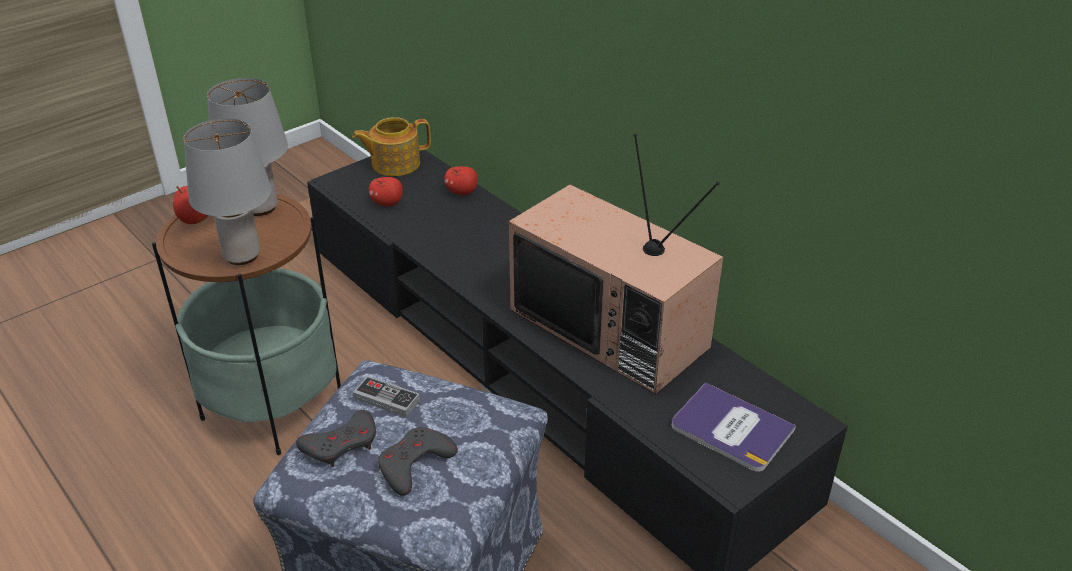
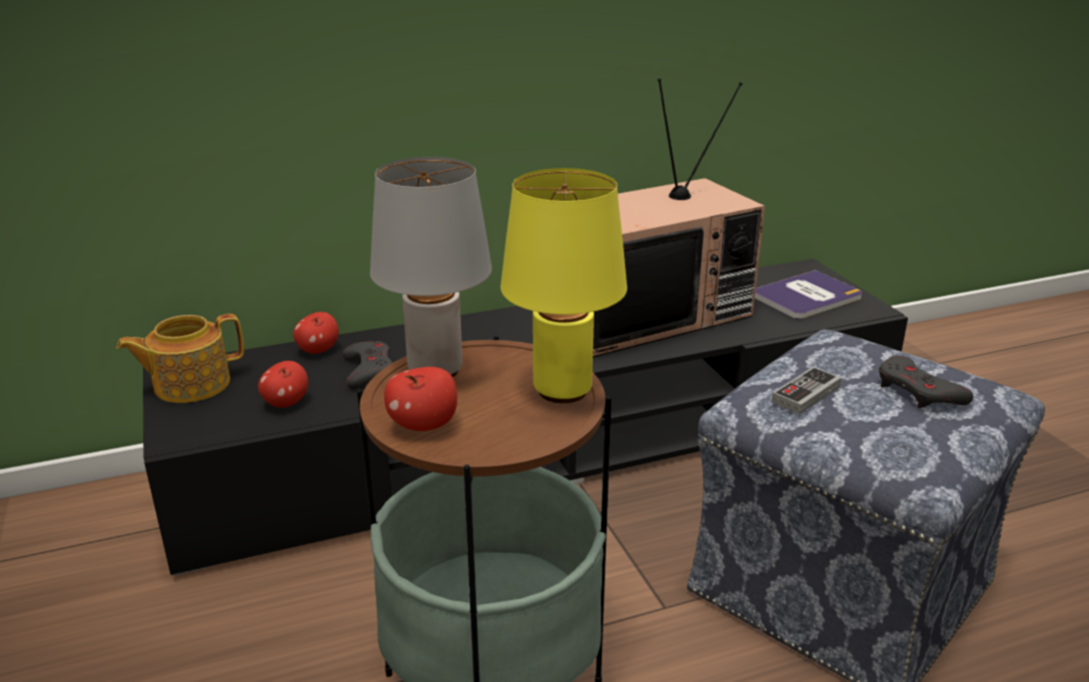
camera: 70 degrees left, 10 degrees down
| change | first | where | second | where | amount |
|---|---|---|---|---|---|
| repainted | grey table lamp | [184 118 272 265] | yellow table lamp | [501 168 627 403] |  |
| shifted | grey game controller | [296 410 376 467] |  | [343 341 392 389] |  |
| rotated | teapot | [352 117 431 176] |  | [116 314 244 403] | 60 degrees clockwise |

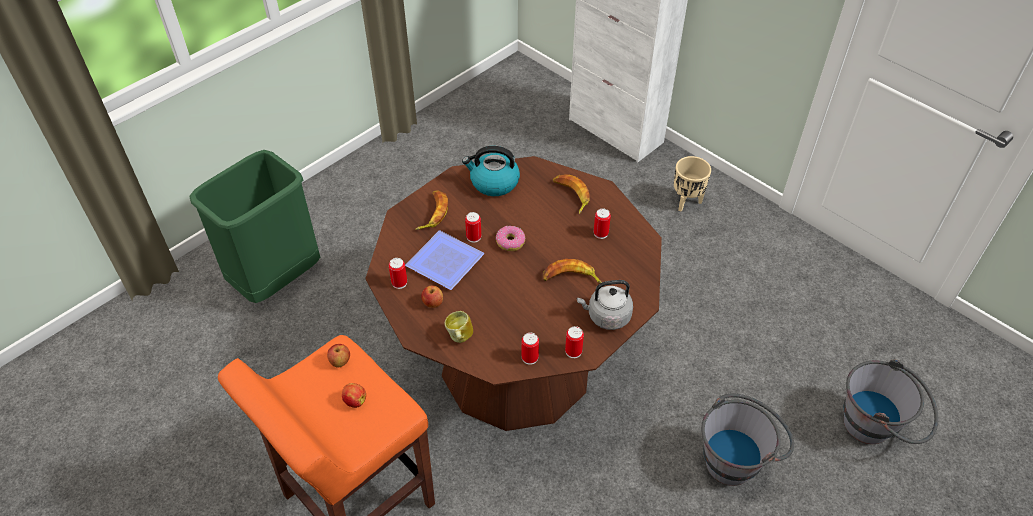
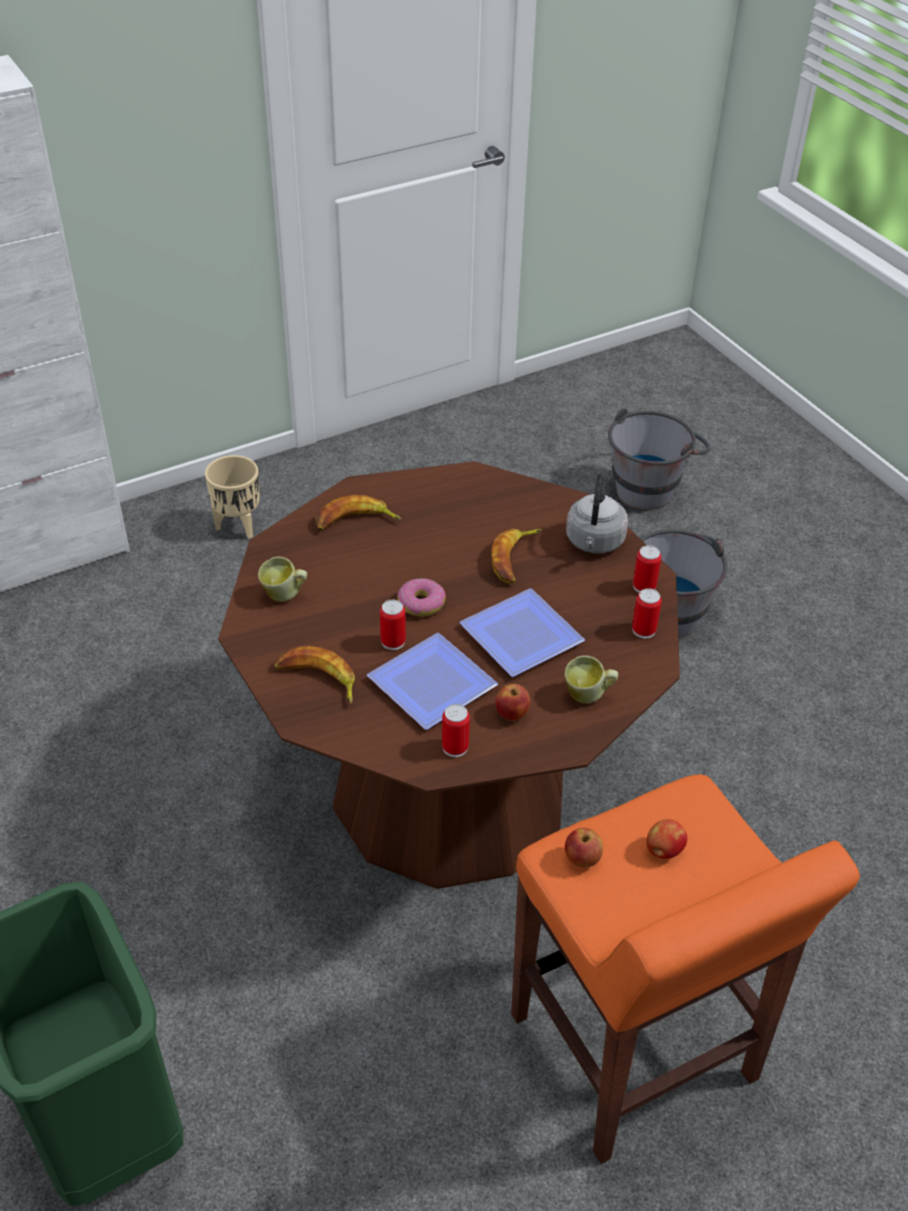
camera: 75 degrees left, 5 degrees down
| change | first | where | second | where | amount |
|---|---|---|---|---|---|
| swapped | kettle | [462 146 520 196] | mug | [258 557 307 602] |  |
| gone | can | [594 208 611 239] |  |  |  |
| new |  |  | plate | [459 588 585 677] |  |

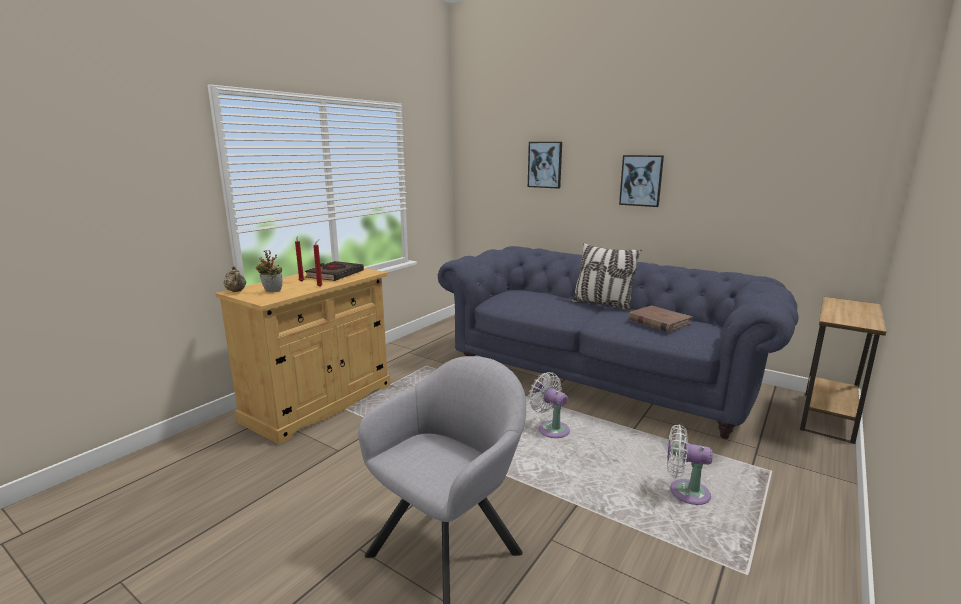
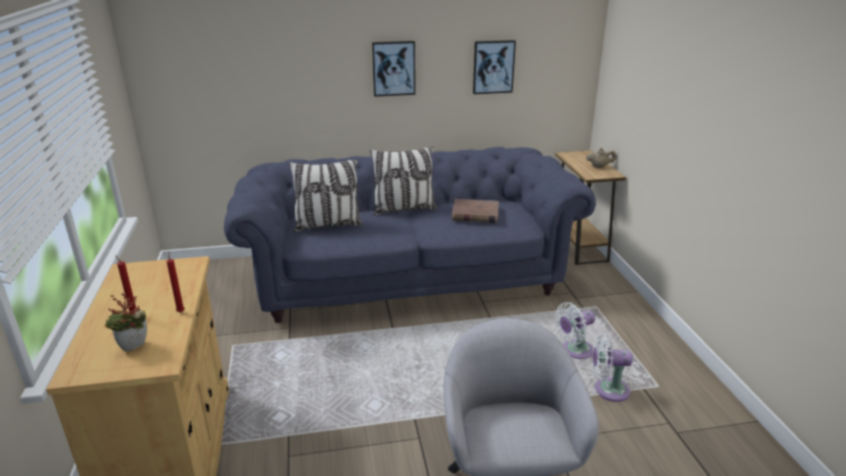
camera: 45 degrees left, 10 degrees up
| change | first | where | second | where | amount |
|---|---|---|---|---|---|
| shifted | beige teapot | [224 266 246 292] |  | [586 148 616 168] |  |
| gone | black book | [305 261 364 281] |  |  |  |
| shifted | picture | [528 142 562 189] |  | [473 40 516 94] |  |
| shifted | white fan | [528 372 570 438] |  | [592 333 633 402] |  |
| new |  |  | pillow | [289 159 363 232] |  |

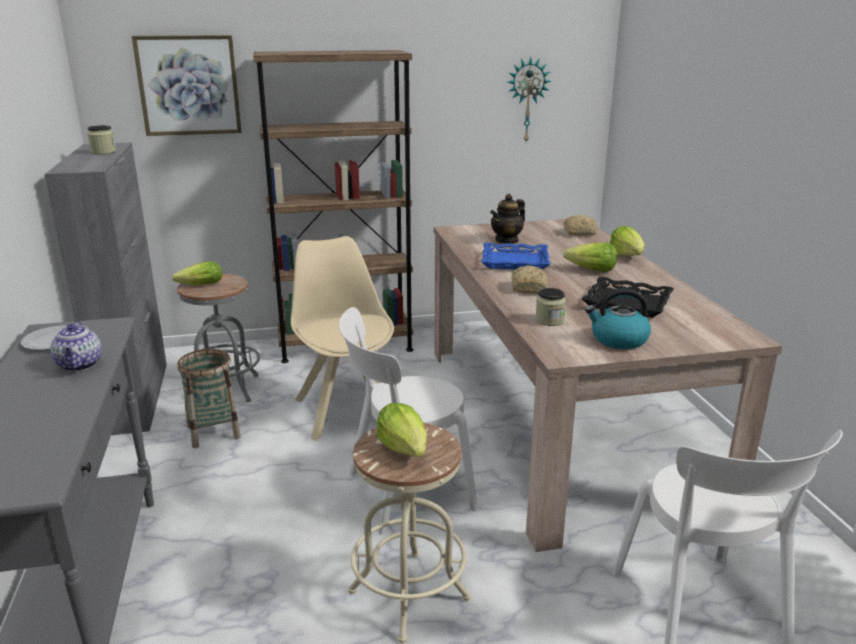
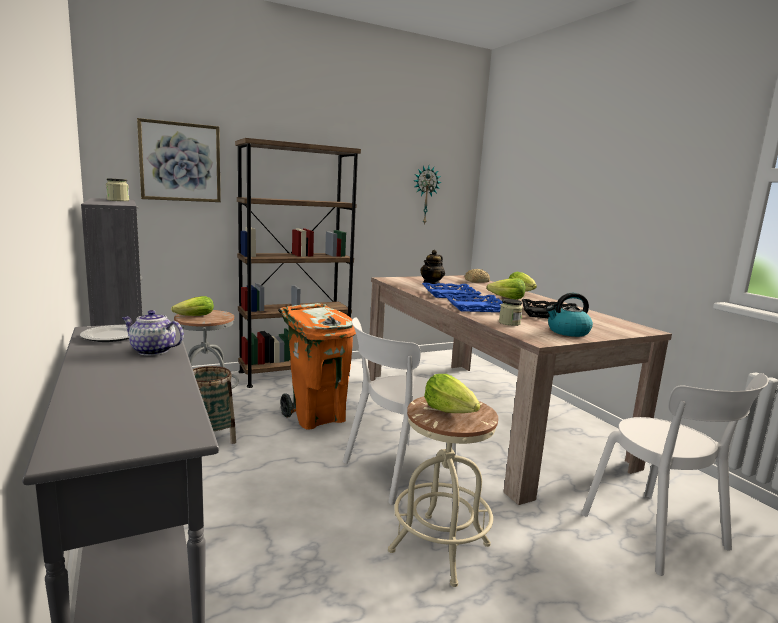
camera: 15 degrees left, 10 degrees down
| change | first | where | second | where | amount |
|---|---|---|---|---|---|
| rotated | teapot | [50 321 102 371] |  | [122 310 184 356] | 135 degrees clockwise |
| swapped | beige chair | [291 236 394 441] | orange trash can | [278 303 356 430] |  |
| swapped | bread | [512 265 548 293] | blue tray | [444 294 503 312] |  |

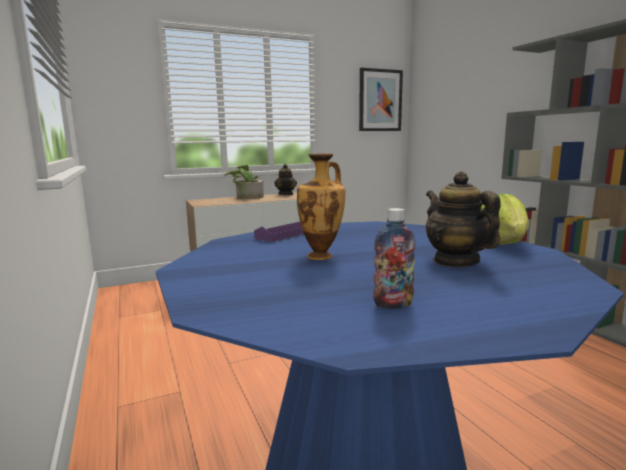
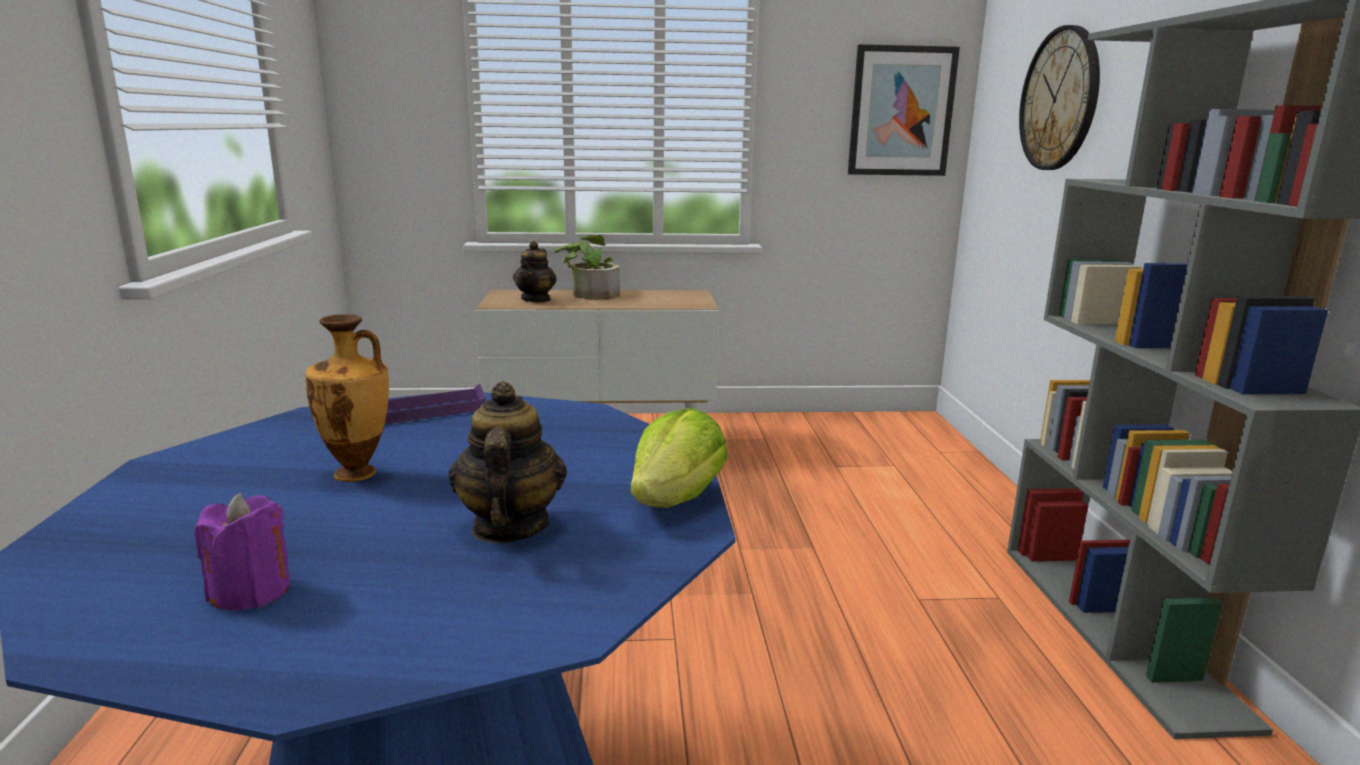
camera: 20 degrees right, 5 degrees up
| change | first | where | second | where | amount |
|---|---|---|---|---|---|
| shifted | teapot | [274 164 297 195] |  | [513 241 557 302] |  |
| swapped | bottle | [373 208 416 309] | purple candle | [194 493 290 610] |  |
| new |  |  | wall clock | [1019 25 1100 170] |  |

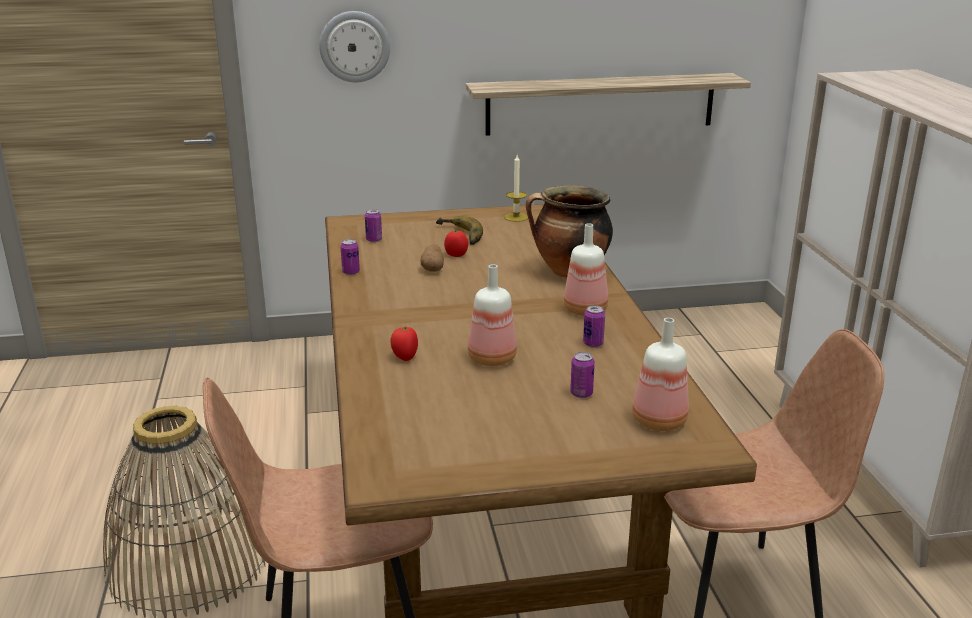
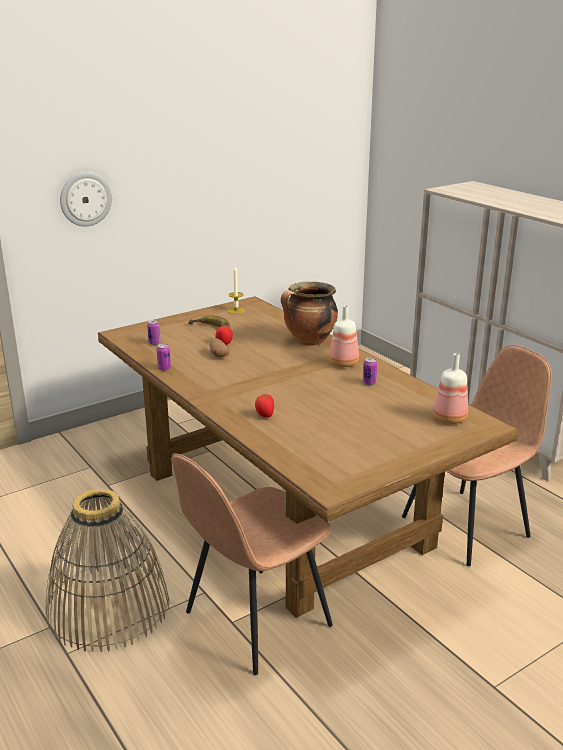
camera: 25 degrees left, 0 degrees up
| change | first | where | second | where | amount |
|---|---|---|---|---|---|
| gone | shelf | [466 73 751 136] |  |  |  |
| gone | bottle | [468 264 517 366] |  |  |  |
| gone | can | [570 352 595 398] |  |  |  |

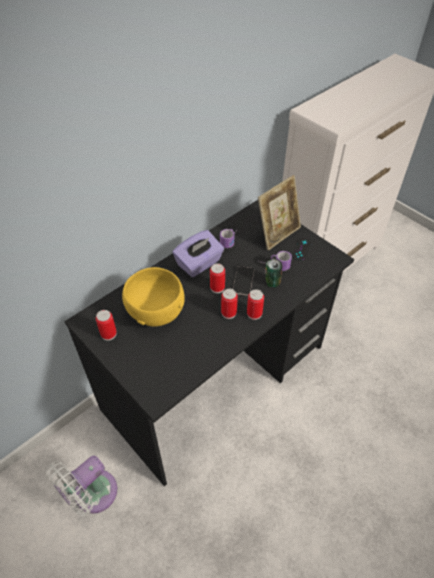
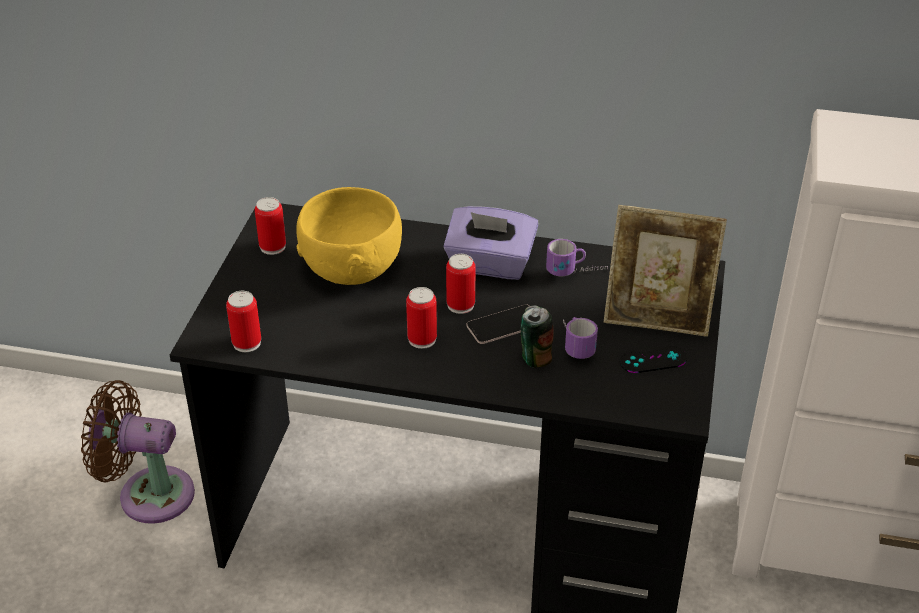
camera: 55 degrees right, 10 degrees down
| change | first | where | second | where | amount |
|---|---|---|---|---|---|
| repainted | white fan | [46 455 117 516] | brown fan | [81 380 195 524] |  |
| shifted | can | [247 289 264 320] |  | [226 291 261 352] |  |

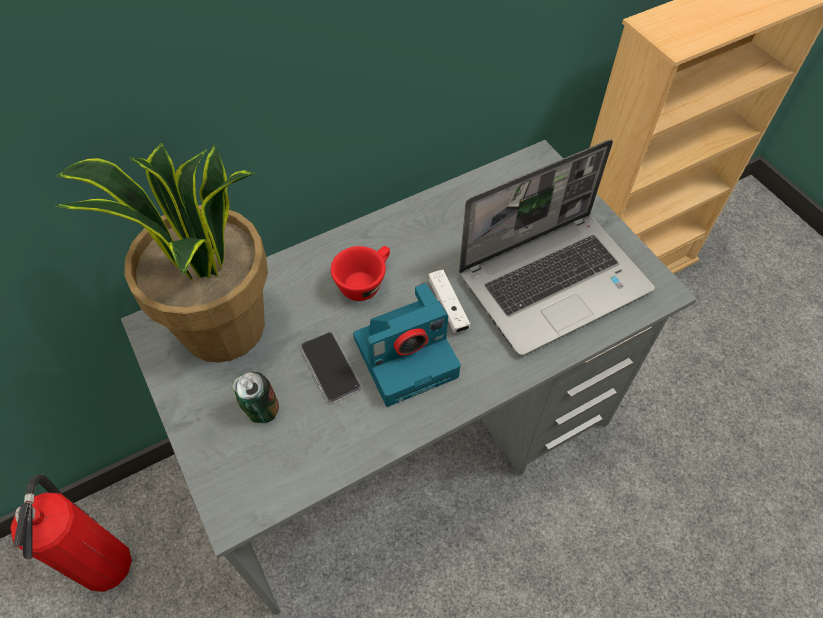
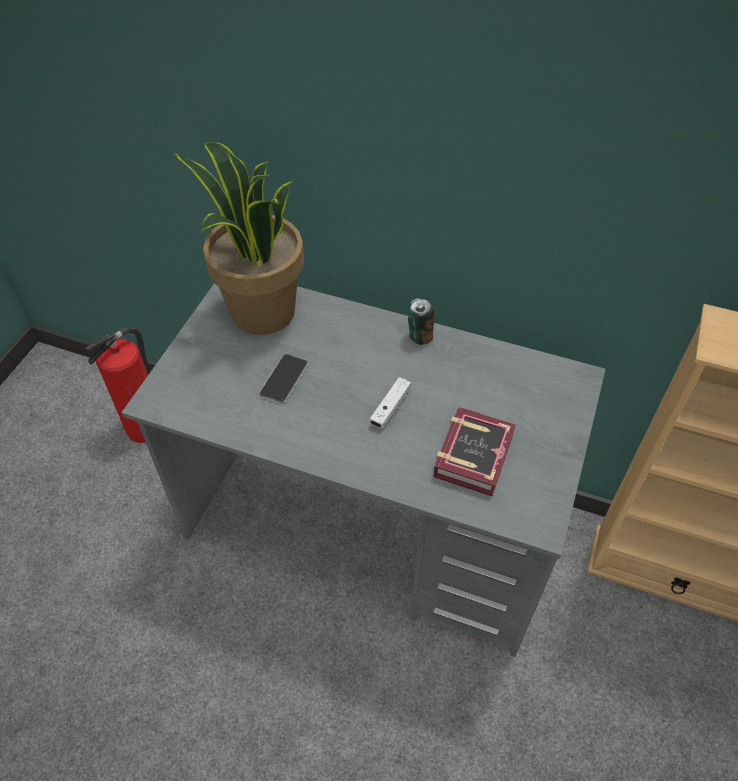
camera: 50 degrees right, 5 degrees down
| change | first | where | second | where | amount |
|---|---|---|---|---|---|
| shifted | can | [232 372 279 423] |  | [408 298 434 345] |  |
| gone | red cup | [331 246 390 301] |  |  |  |
| gone | photo camera | [353 283 461 407] |  |  |  |
| swapped | laptop | [459 139 655 356] | book | [433 407 516 496] |  |

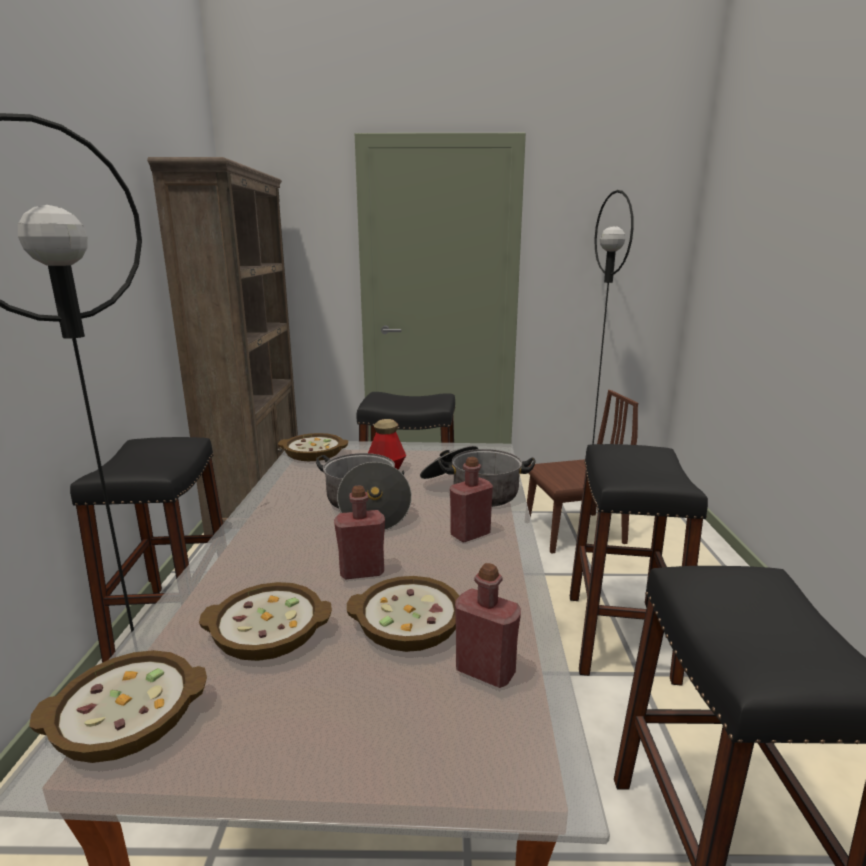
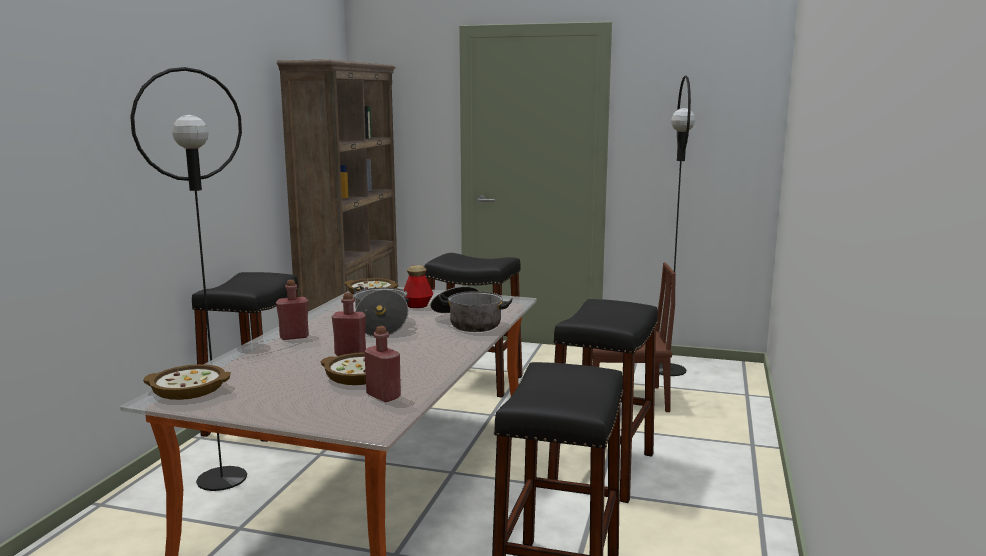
camera: 15 degrees right, 5 degrees down
| change | first | where | second | where | amount |
|---|---|---|---|---|---|
| gone | bowl | [199 582 332 661] |  |  |  |
| shifted | red bottle | [450 457 493 542] |  | [276 280 309 340] |  |

